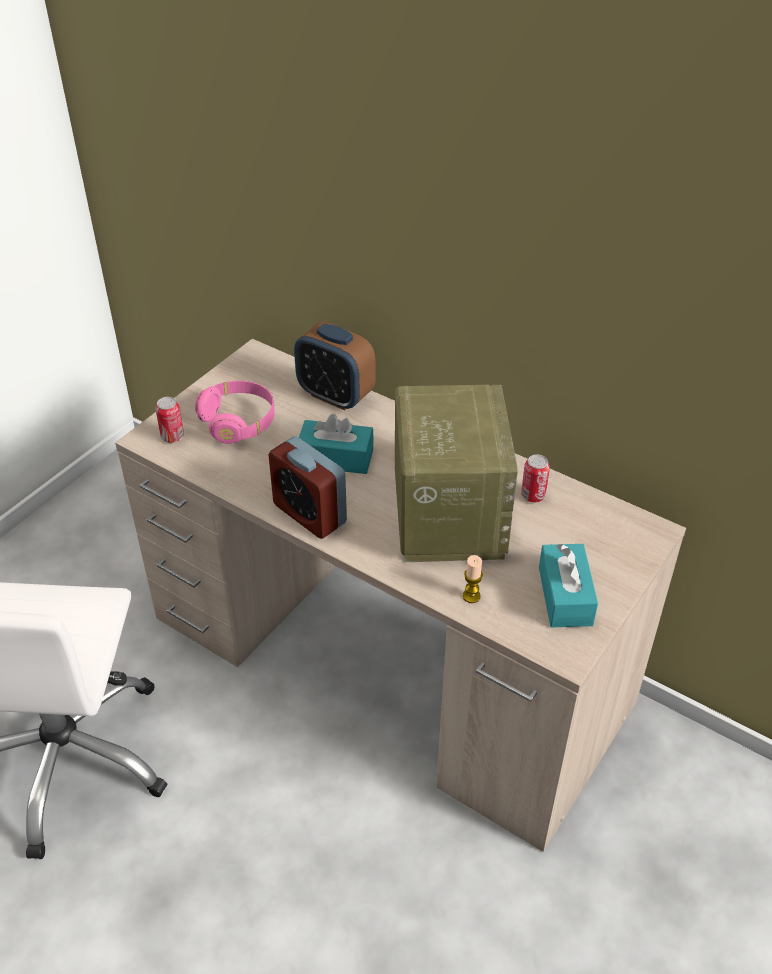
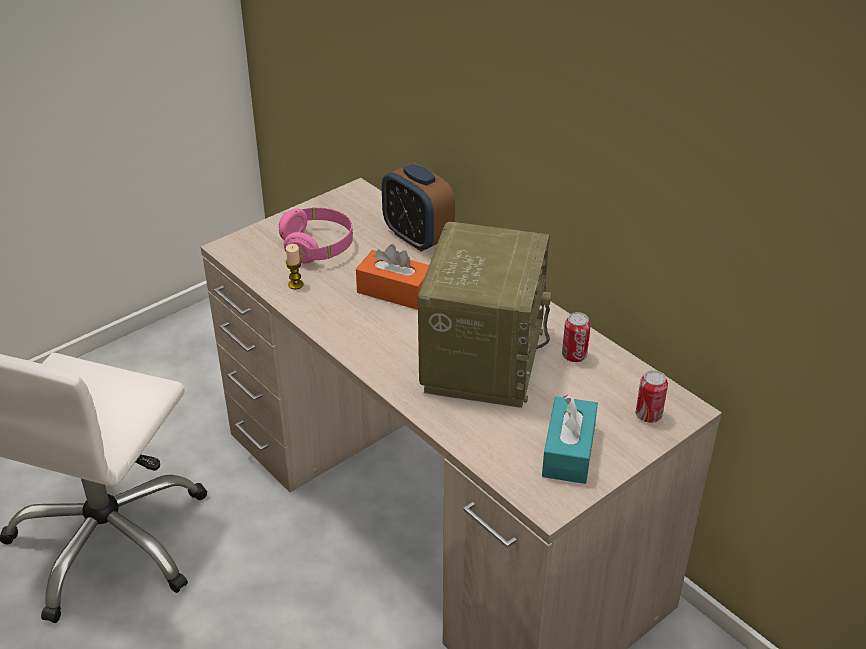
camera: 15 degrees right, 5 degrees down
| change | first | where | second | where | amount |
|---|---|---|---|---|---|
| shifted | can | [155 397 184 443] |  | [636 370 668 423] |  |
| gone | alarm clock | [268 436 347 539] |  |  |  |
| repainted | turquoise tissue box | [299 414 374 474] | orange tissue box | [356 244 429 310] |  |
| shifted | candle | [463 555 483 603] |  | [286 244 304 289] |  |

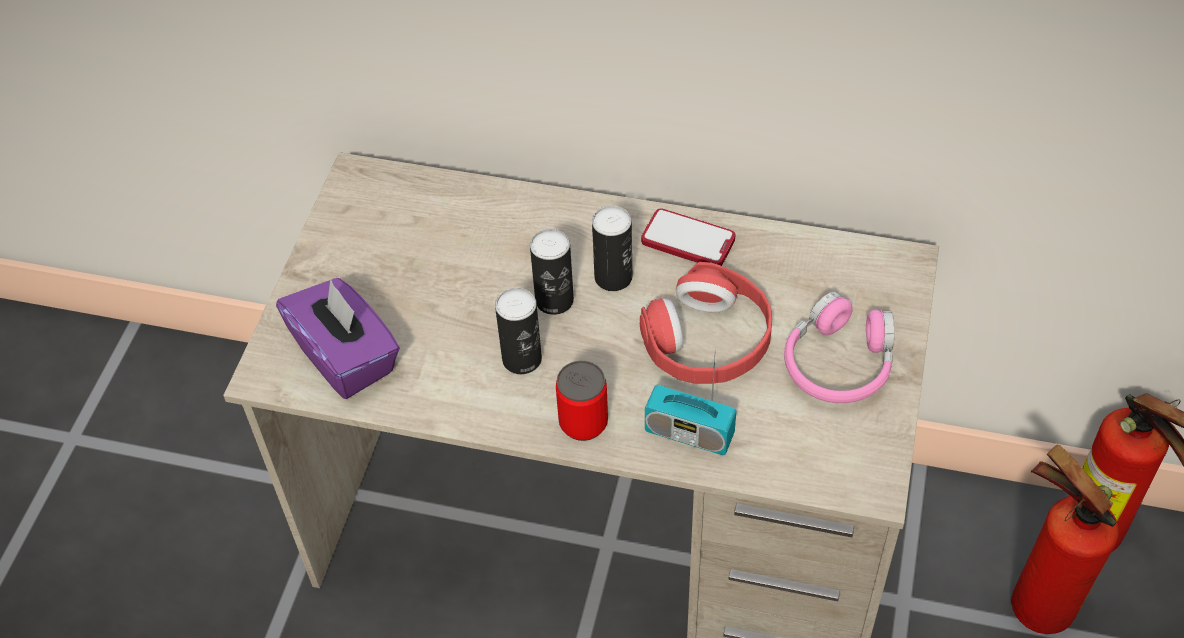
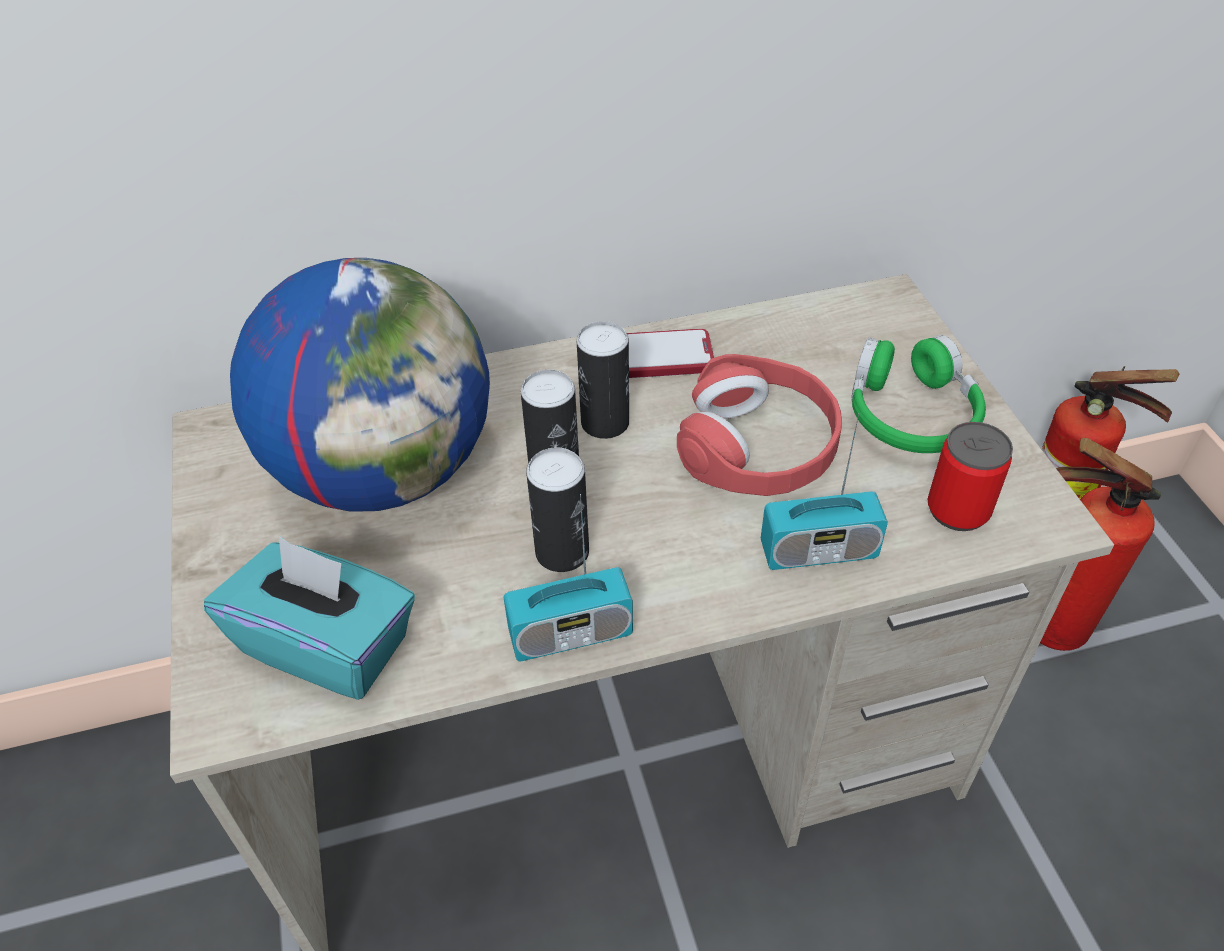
camera: 30 degrees left, 5 degrees down
| change | first | where | second | where | amount |
|---|---|---|---|---|---|
| repainted | purple tissue box | [276 278 400 399] | turquoise tissue box | [204 536 415 700] |  |
| shifted | can | [556 361 608 441] |  | [927 422 1013 531] |  |
| repainted | pink headphones | [784 292 895 403] | green headphones | [851 335 986 453] |  |
| new |  |  | globe | [230 258 490 512] |  |
| new |  |  | radio | [503 494 633 662] |  |

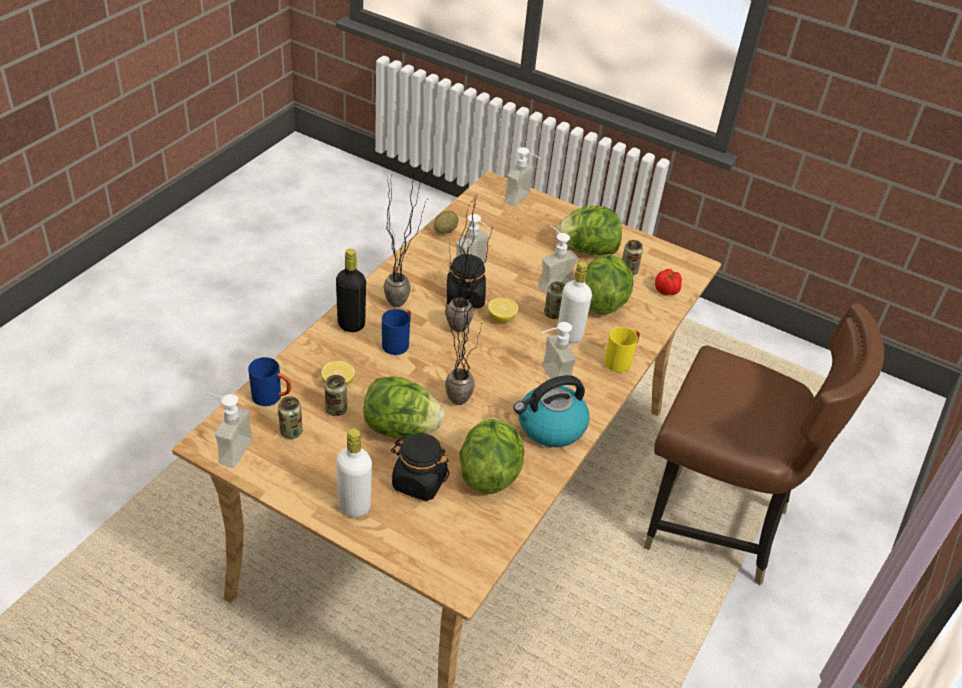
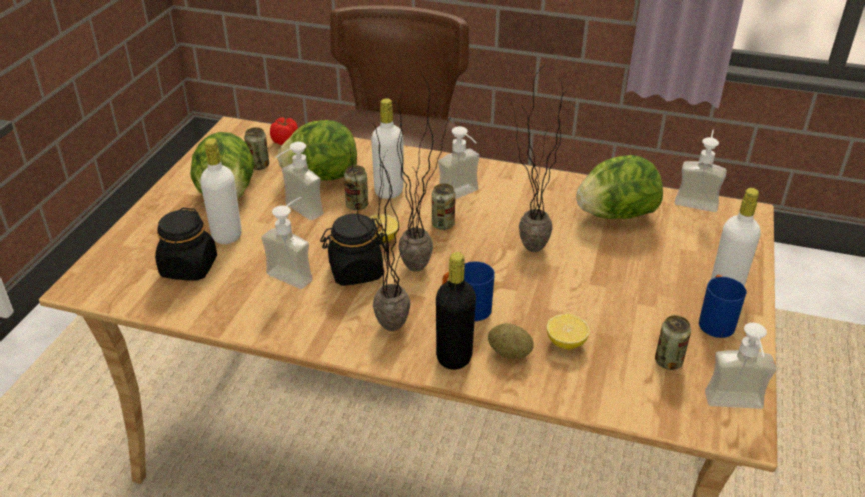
camera: 100 degrees left, 5 degrees down
| change | first | where | second | where | amount |
|---|---|---|---|---|---|
| shifted | blue mug | [248 357 291 406] |  | [699 275 746 338] |  |
| shifted | can | [325 375 347 416] |  | [432 183 455 230] |  |
| gone | lettuce | [363 376 444 439] |  |  |  |
| shifted | black jar | [391 433 449 501] |  | [155 208 217 281] |  |
| shifted | potato | [434 210 458 234] |  | [488 323 534 359] |  |
| shifted | soap dispenser | [504 147 541 206] |  | [675 130 727 212] |  |
| gone | kettle | [514 375 590 447] |  |  |  |
| gone | yellow mug | [604 327 640 373] |  |  |  |
| new |  |  | white bottle | [200 138 242 244] |  |

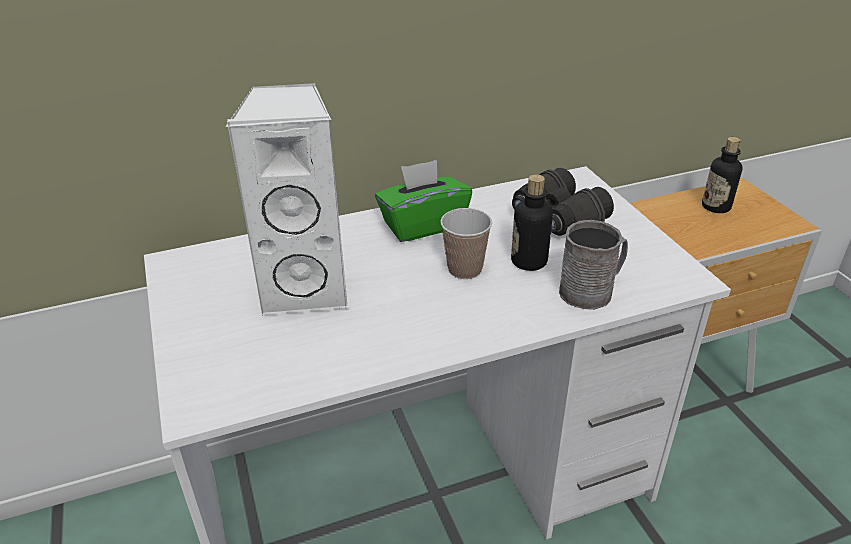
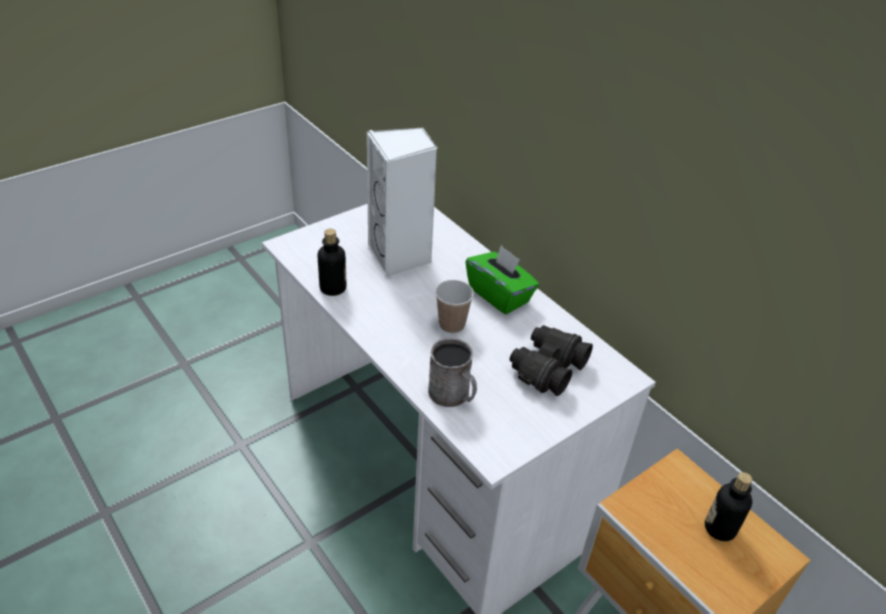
camera: 70 degrees right, 5 degrees up
| change | first | where | second | where | amount |
|---|---|---|---|---|---|
| shifted | bottle | [511 174 553 271] |  | [317 229 347 296] |  |

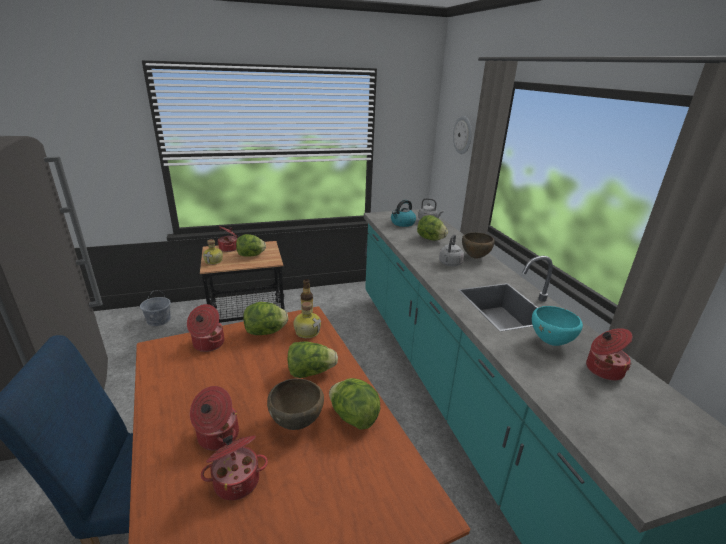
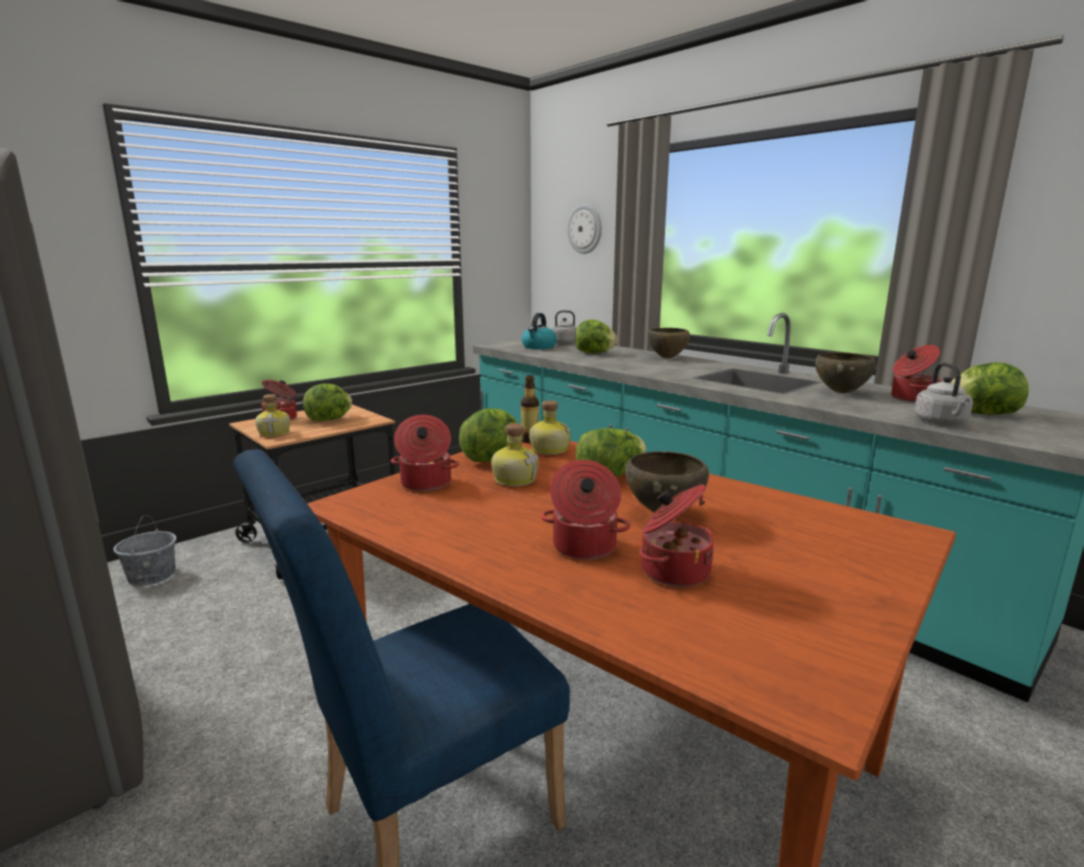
camera: 25 degrees left, 10 degrees down
| change | first | where | second | where | amount |
|---|---|---|---|---|---|
| shifted | lettuce | [329 378 380 430] |  | [951 362 1029 415] |  |
| shifted | grey kettle | [439 234 464 266] |  | [914 362 973 425] |  |
| repainted | turquoise bowl | [532 306 583 346] | brown bowl | [815 353 876 393] |  |
| new |  |  | bottle | [491 423 539 486] |  |

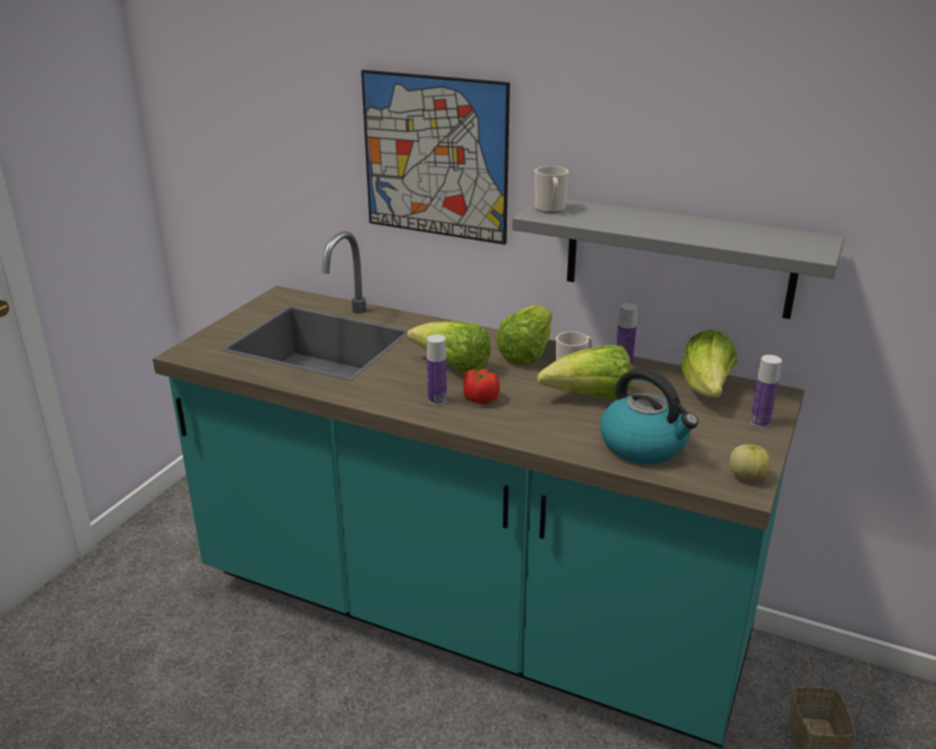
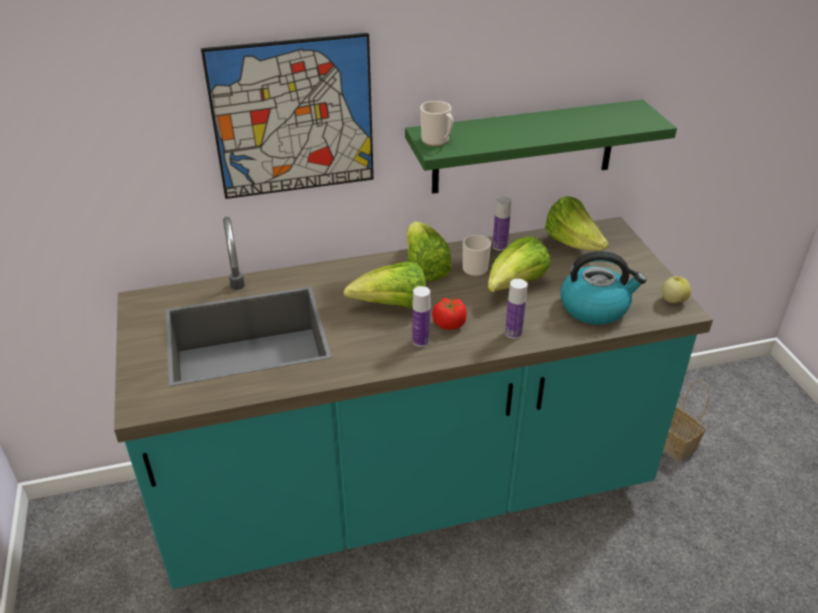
camera: 40 degrees left, 10 degrees up
| change | first | where | second | where | amount |
|---|---|---|---|---|---|
| repainted | grey shelf | [512 199 844 319] | green shelf | [405 100 677 194] |  |
| shifted | bottle | [750 355 782 428] |  | [505 279 527 339] |  |

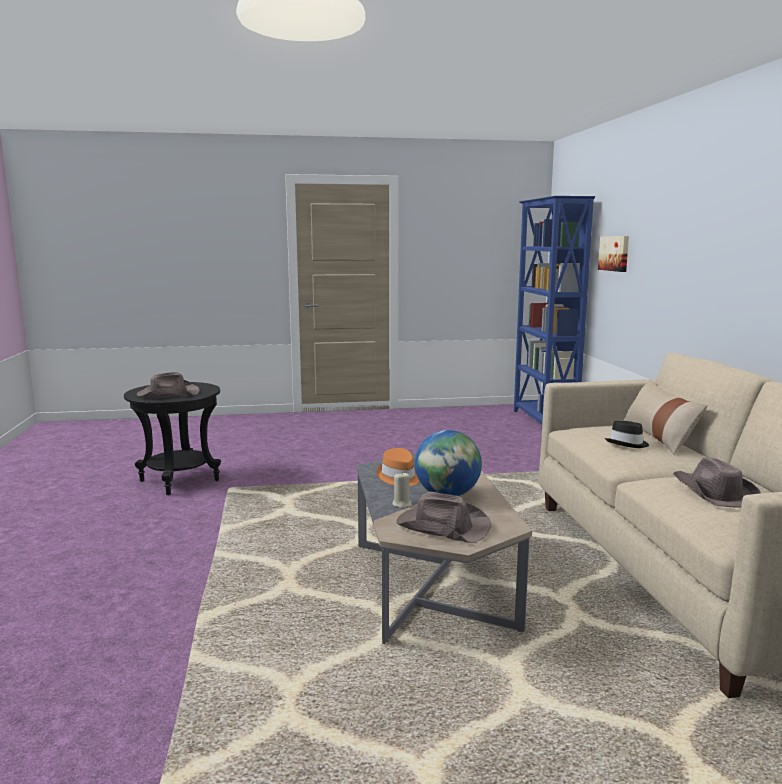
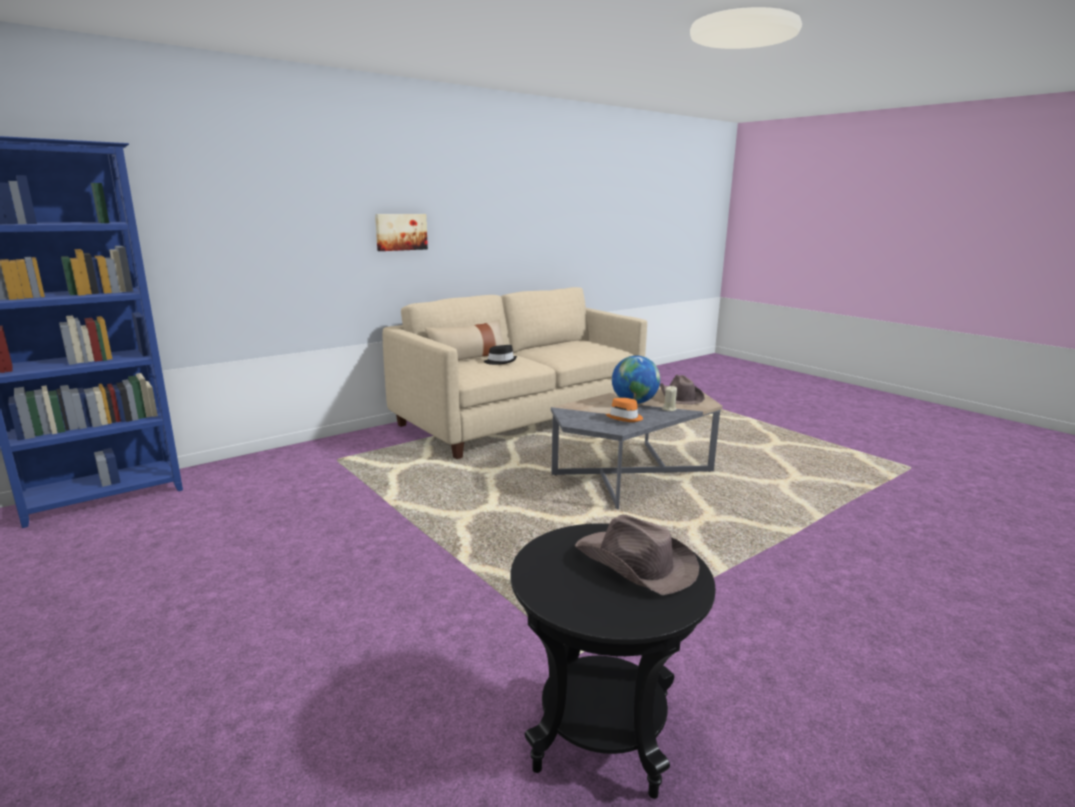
camera: 120 degrees left, 5 degrees up
| change | first | where | second | where | amount |
|---|---|---|---|---|---|
| shifted | picture | [598 236 629 272] |  | [375 214 428 251] |  |
| gone | brown hat | [673 457 761 508] |  |  |  |

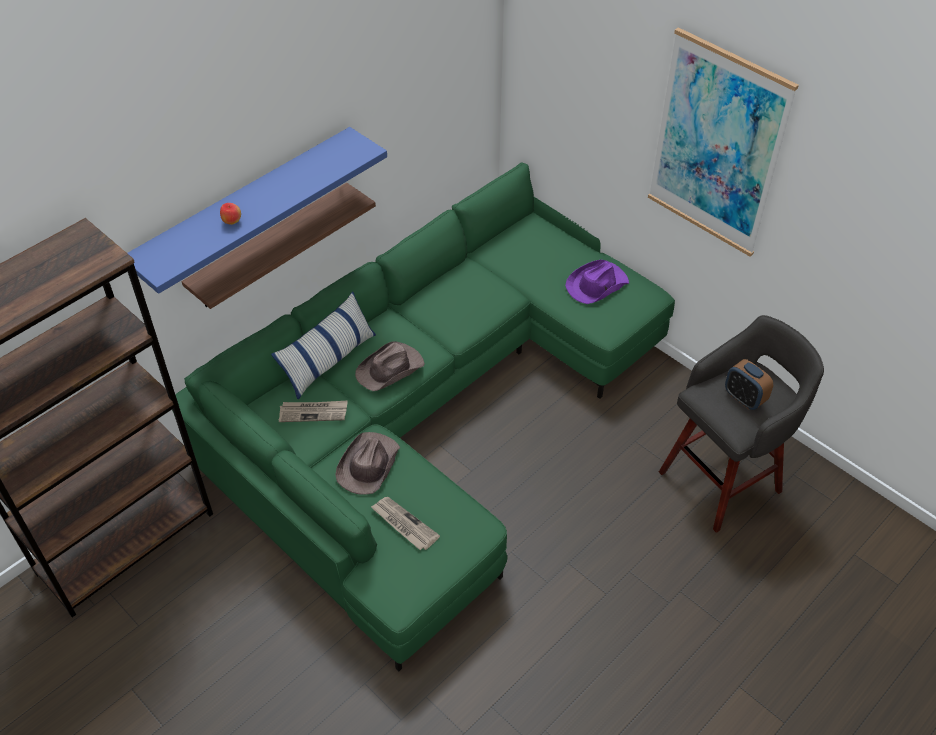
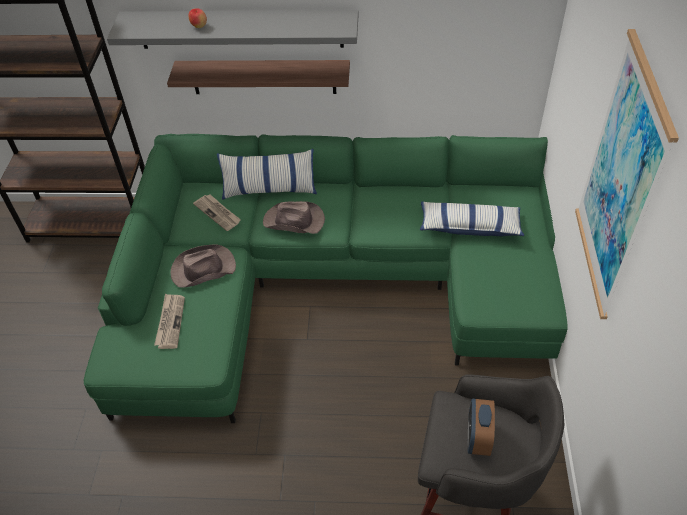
camera: 50 degrees right, 0 degrees up
| change | first | where | second | where | amount |
|---|---|---|---|---|---|
| repainted | blue shelf | [127 127 387 294] | grey shelf | [107 10 358 49] |  |
| gone | purple hat | [565 260 629 304] |  |  |  |
| new |  |  | pillow | [420 202 524 236] |  |

